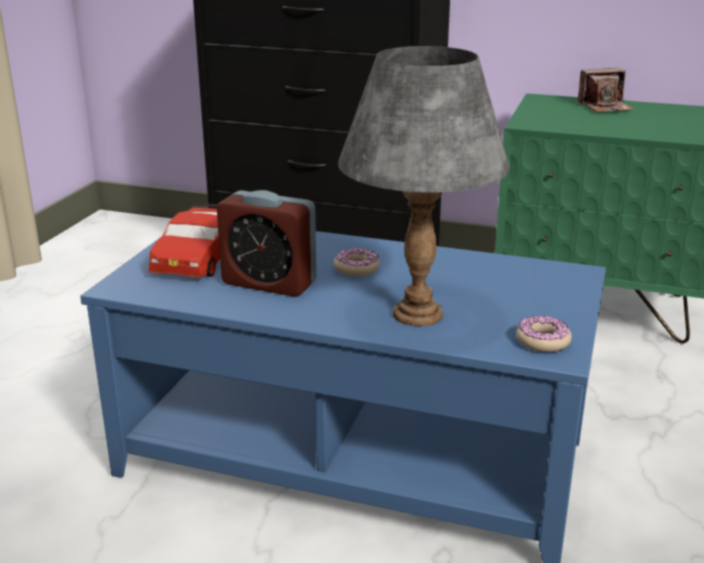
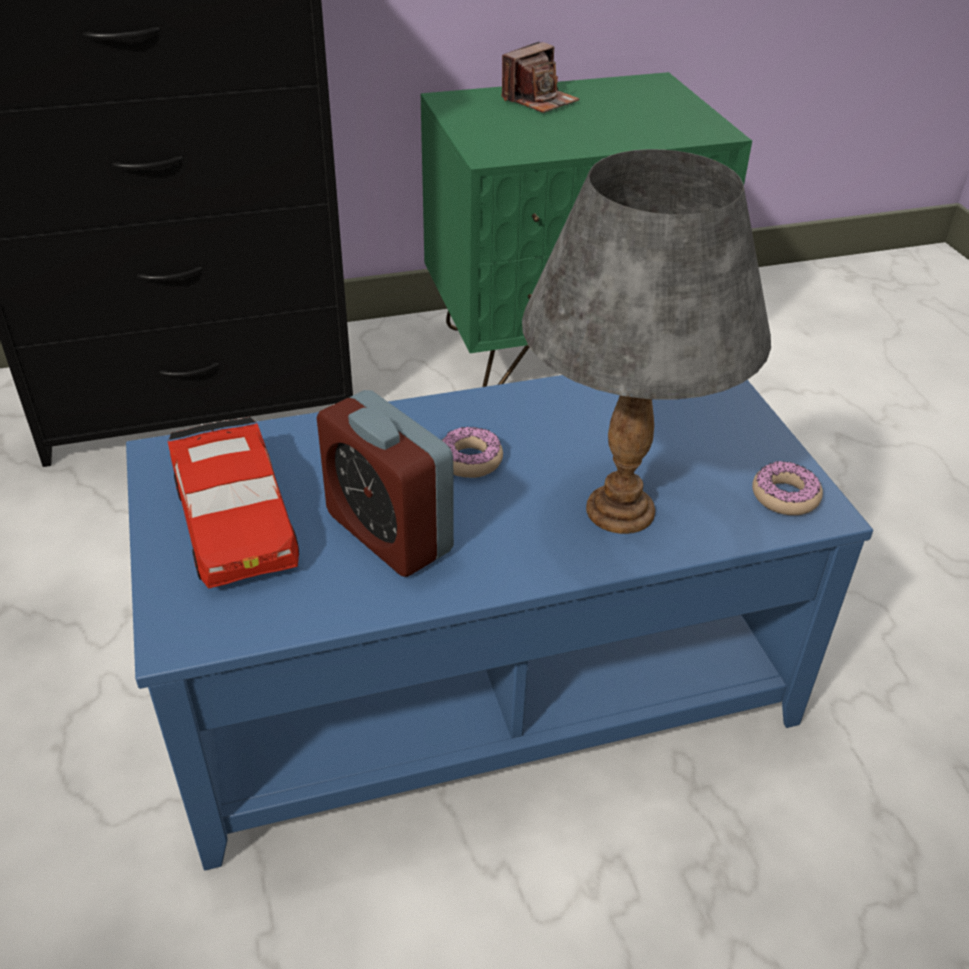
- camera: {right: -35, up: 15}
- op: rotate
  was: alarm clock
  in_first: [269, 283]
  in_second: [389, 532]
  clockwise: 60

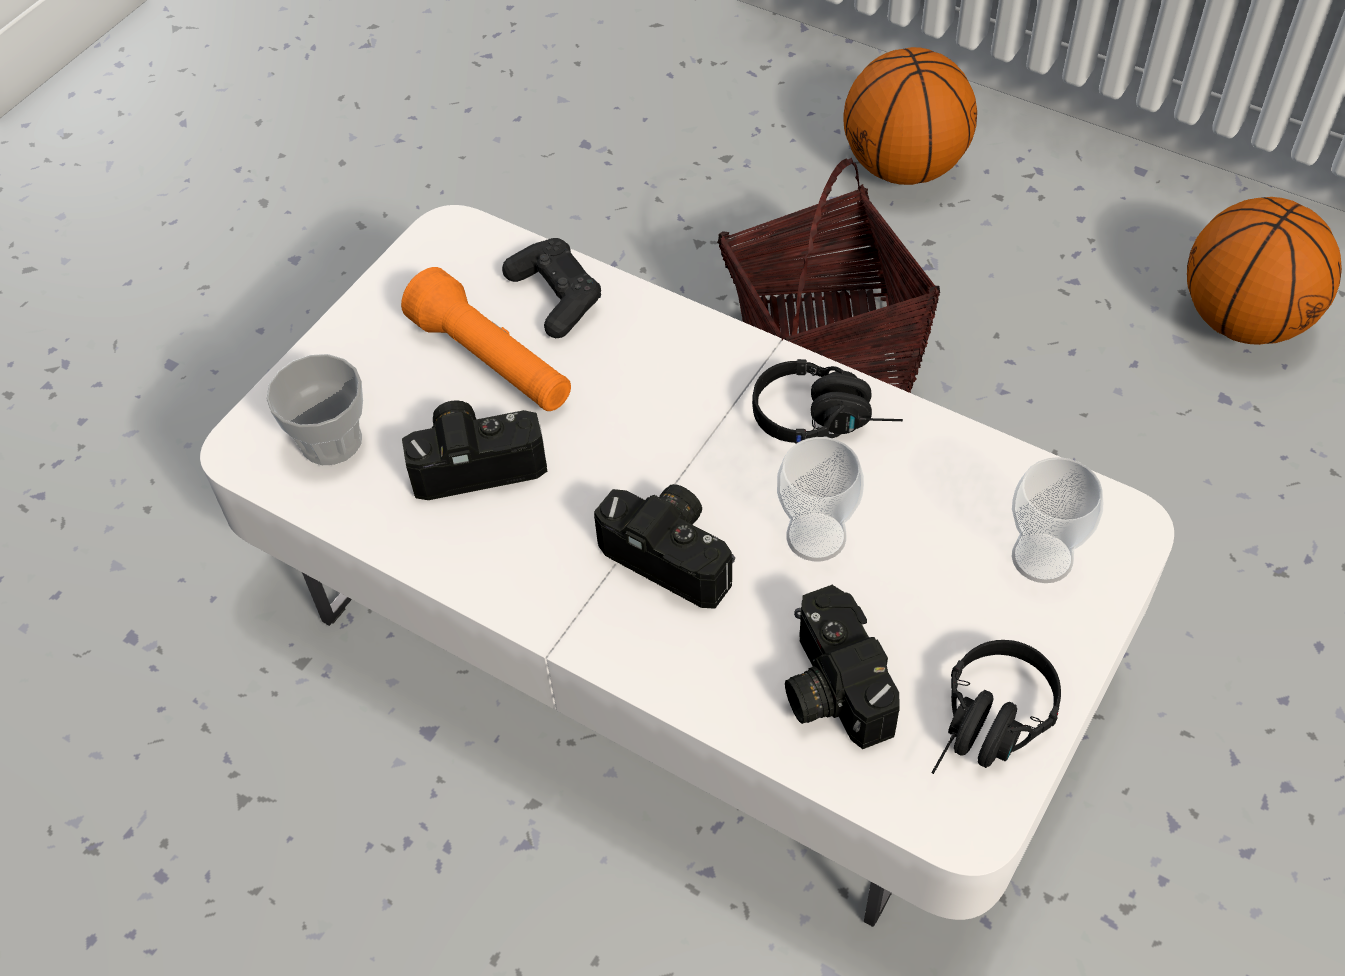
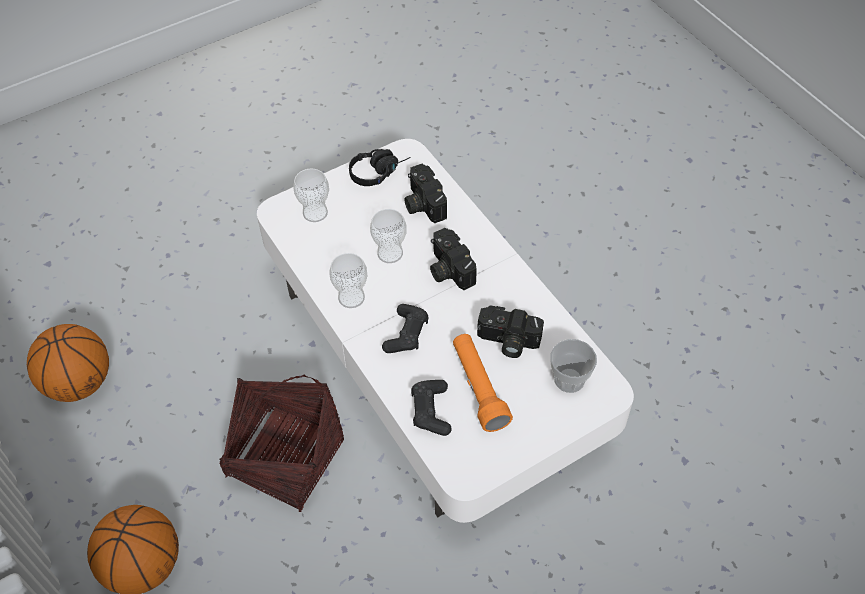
- camera: {right: -155, up: 0}
- op: insert
  now: game controller in black
  in_second: [406, 334]
- op: replace
  was: headphones in black
  now: cup
  in_first: [825, 418]
  in_second: [351, 297]
- op: rotate
  was: photo camera
  in_first: [829, 687]
  in_second: [422, 203]
  clockwise: 150

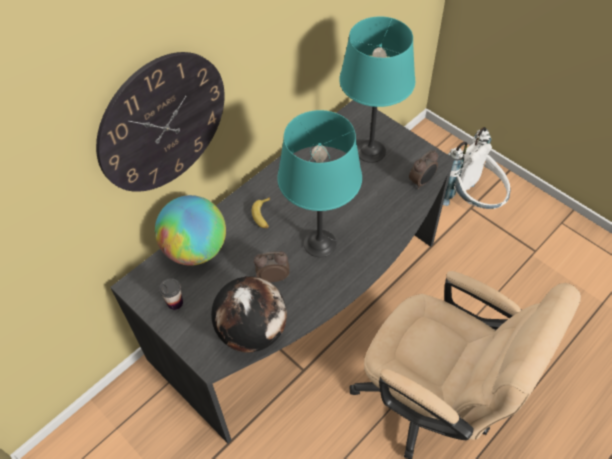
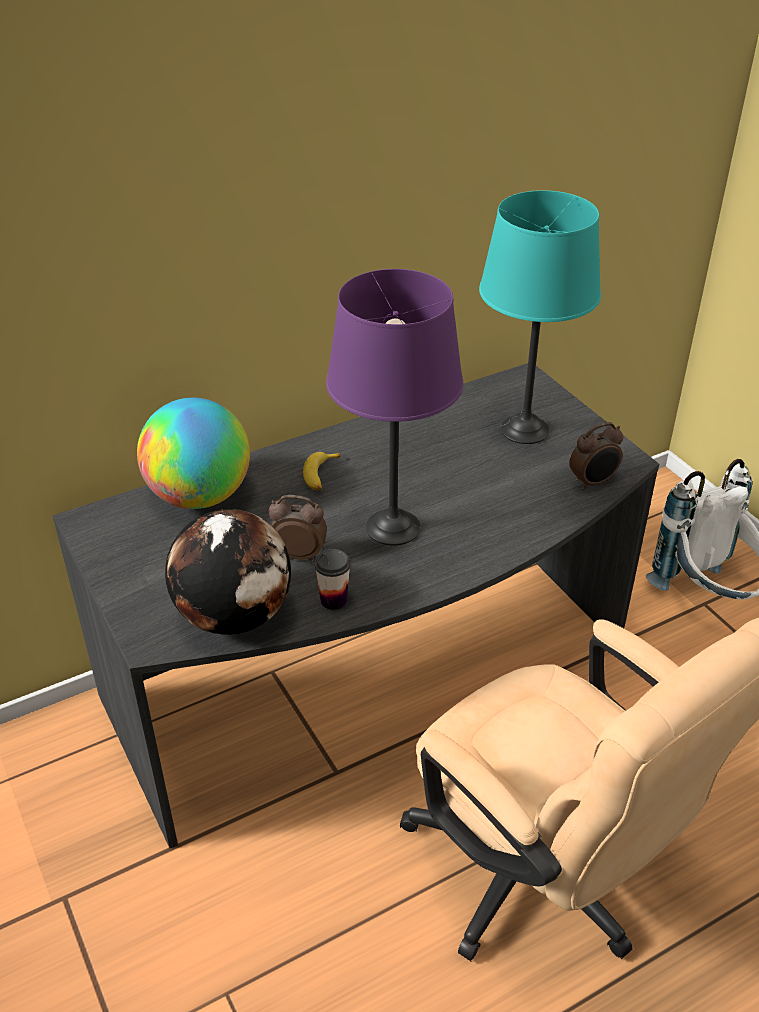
- camera: {right: 15, up: -15}
- op: delete
  was: wall clock
  in_first: [163, 123]
- op: move
  was: cup
  in_first: [175, 303]
  in_second: [333, 600]
- op: recolor
  was: table lamp in turquoise
  now: table lamp in purple
  in_first: [320, 244]
  in_second: [393, 528]

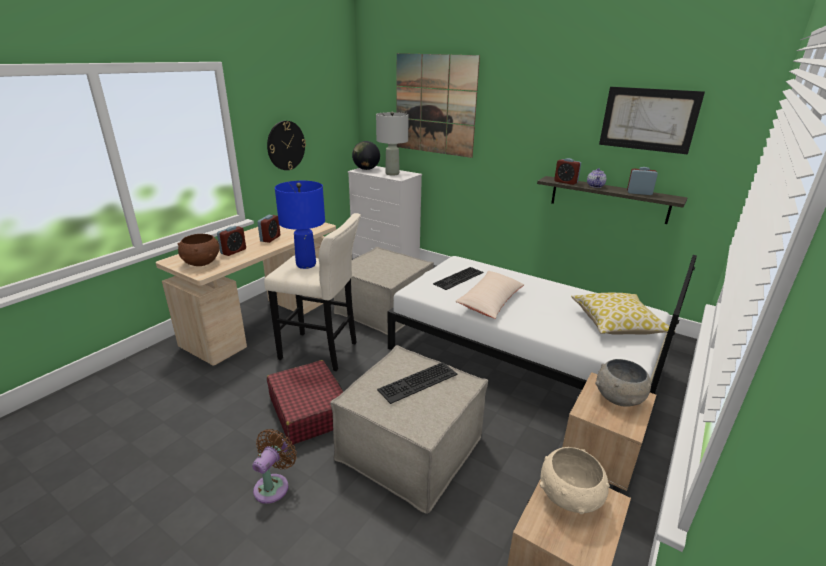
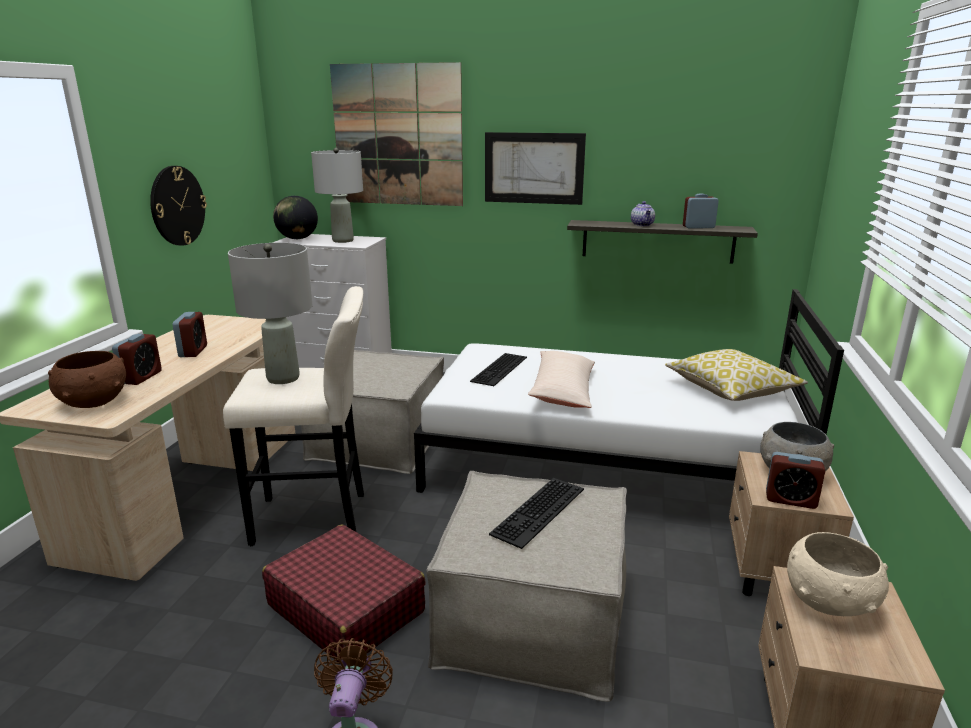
- camera: {right: -20, up: -5}
- op: move
  was: alarm clock
  in_first: [565, 182]
  in_second: [790, 500]
- op: move
  was: picture
  in_first: [648, 119]
  in_second: [533, 168]
- op: recolor
  was: table lamp in blue
  now: table lamp in grey
  in_first: [306, 265]
  in_second: [283, 378]

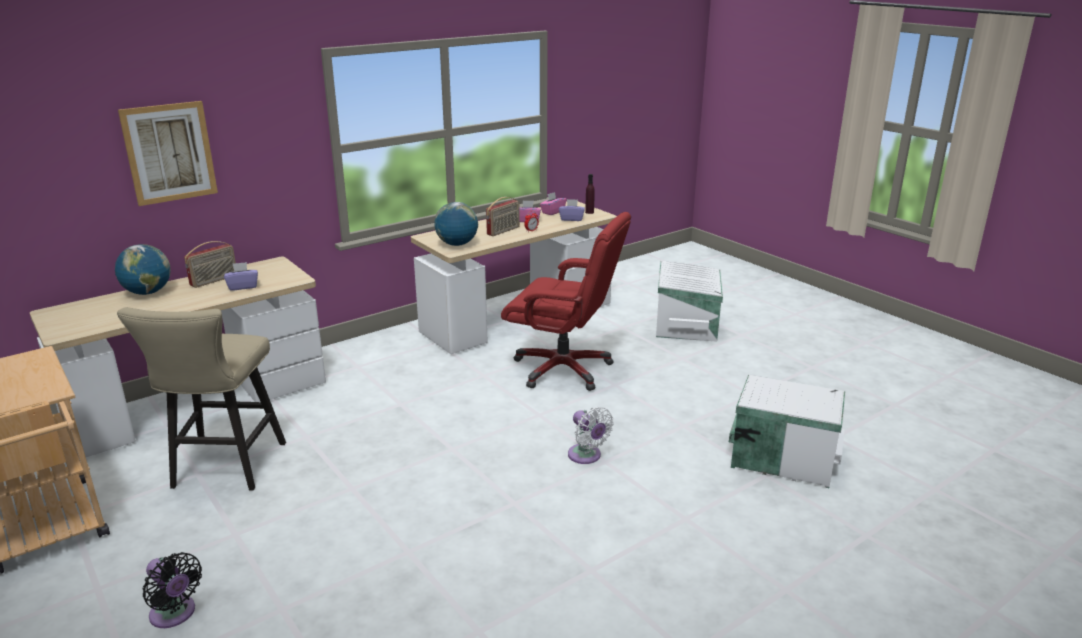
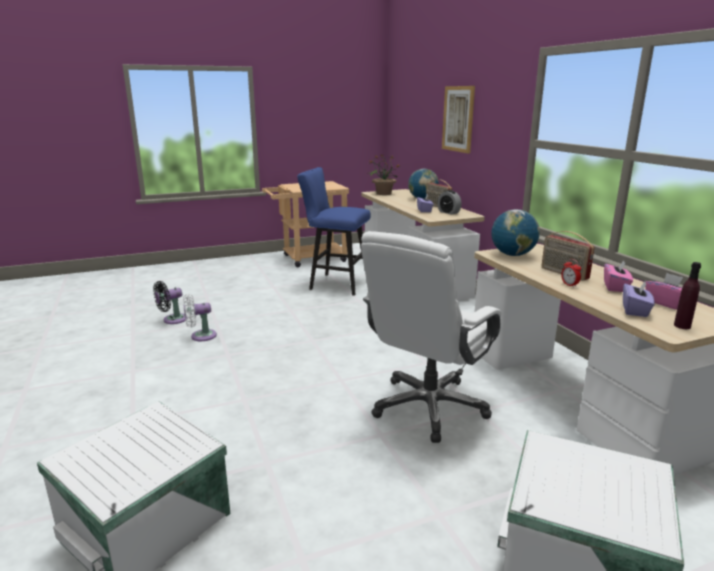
- camera: {right: 105, up: -5}
- op: insert
  now: potted plant
  in_second: [383, 193]
- op: insert
  now: alarm clock
  in_second: [448, 212]
- op: move
  was: fan in black
  in_first: [175, 614]
  in_second: [172, 320]
- op: move
  was: fan in white
  in_first: [586, 456]
  in_second: [200, 336]
- op: recolor
  was: stool in beige
  now: stool in blue
  in_first: [225, 469]
  in_second: [335, 283]
- op: recolor
  was: office chair in red
  now: office chair in white
  in_first: [564, 369]
  in_second: [429, 407]

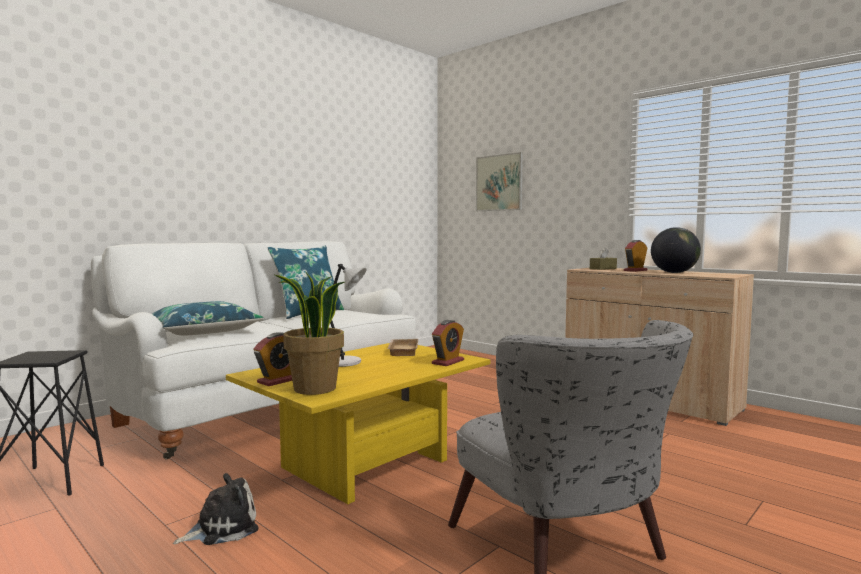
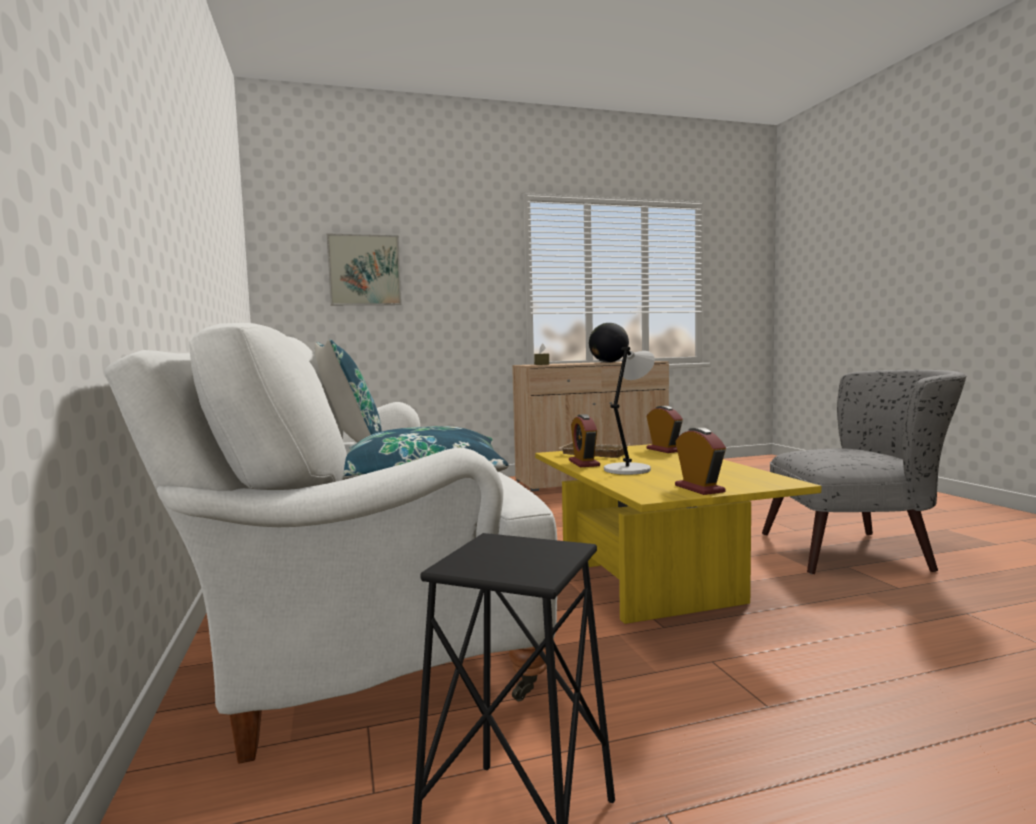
- camera: {right: -60, up: 0}
- op: delete
  was: plush toy
  in_first: [222, 527]
- op: delete
  was: potted plant
  in_first: [314, 389]
- op: move
  was: alarm clock
  in_first: [635, 270]
  in_second: [584, 463]

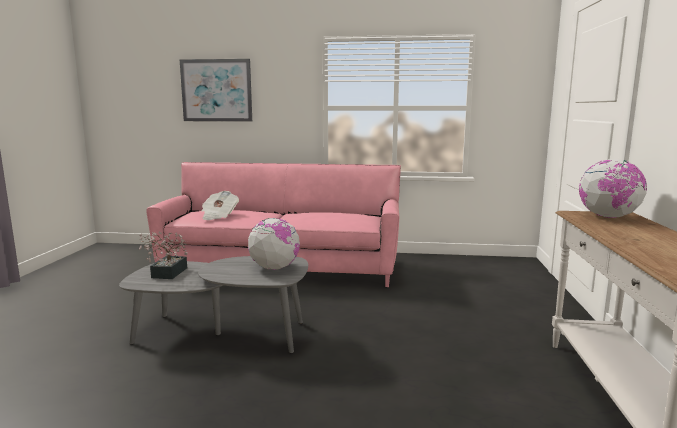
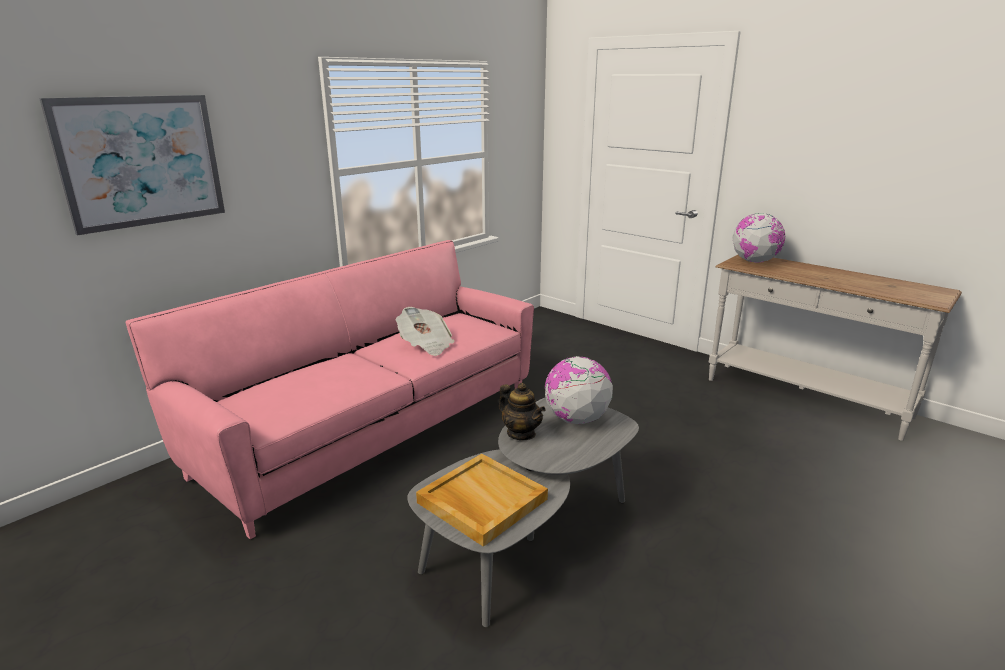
- camera: {right: -55, up: 10}
- op: insert
  now: teapot
  in_second: [521, 433]
- op: move
  was: newspaper
  in_first: [219, 216]
  in_second: [426, 345]
- op: replace
  was: potted plant
  now: tray in beige
  in_first: [167, 274]
  in_second: [481, 501]

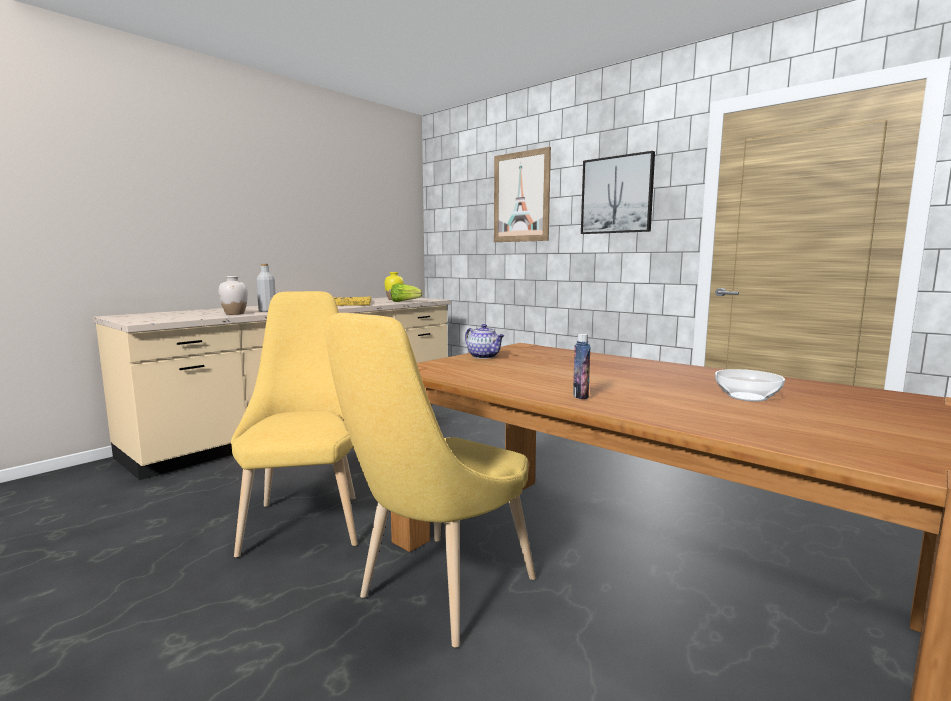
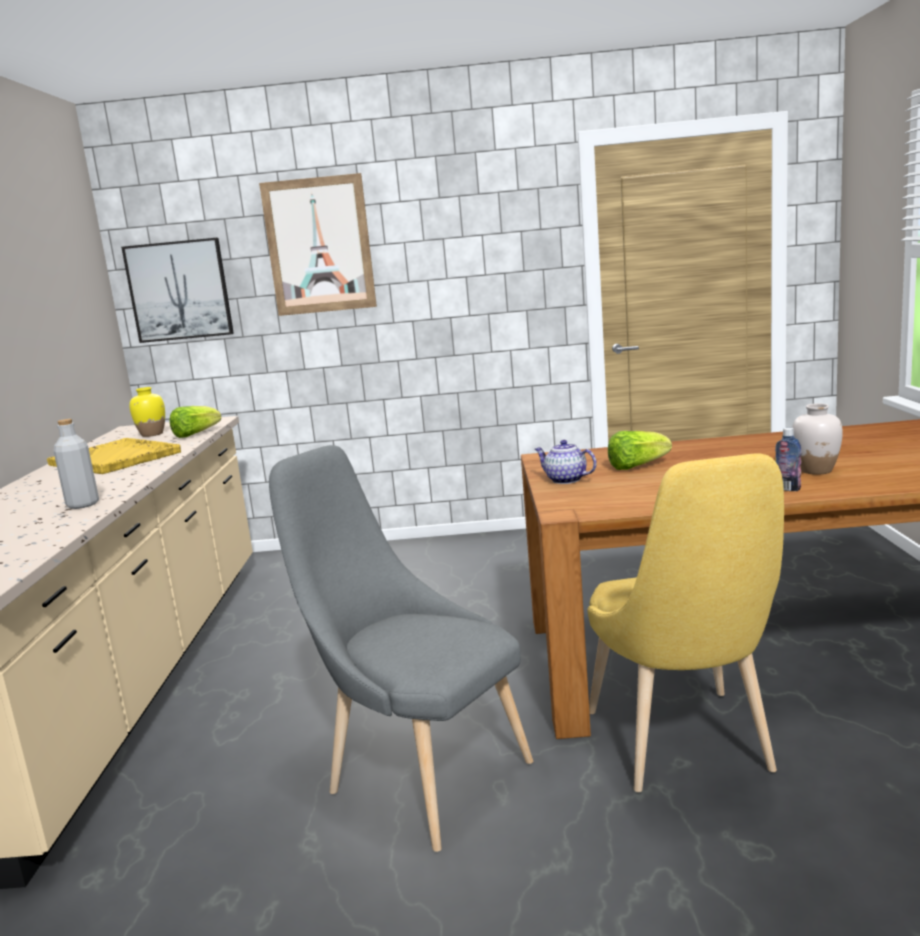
- camera: {right: -40, up: 5}
- op: delete
  was: bowl
  in_first: [746, 397]
- op: insert
  now: lettuce
  in_second: [637, 466]
- op: move
  was: vase in white
  in_first: [235, 314]
  in_second: [816, 470]
- op: move
  was: picture
  in_first: [617, 195]
  in_second: [179, 290]
- op: recolor
  was: chair in yellow
  now: chair in grey
  in_first: [306, 519]
  in_second: [419, 775]
- op: rotate
  was: teapot
  in_first: [484, 356]
  in_second: [565, 480]
  clockwise: -150

